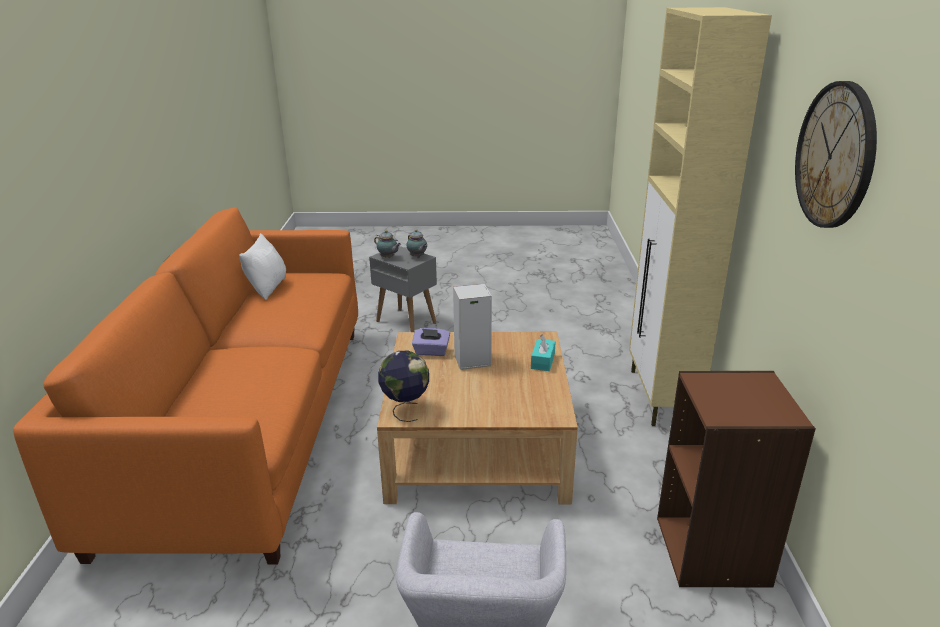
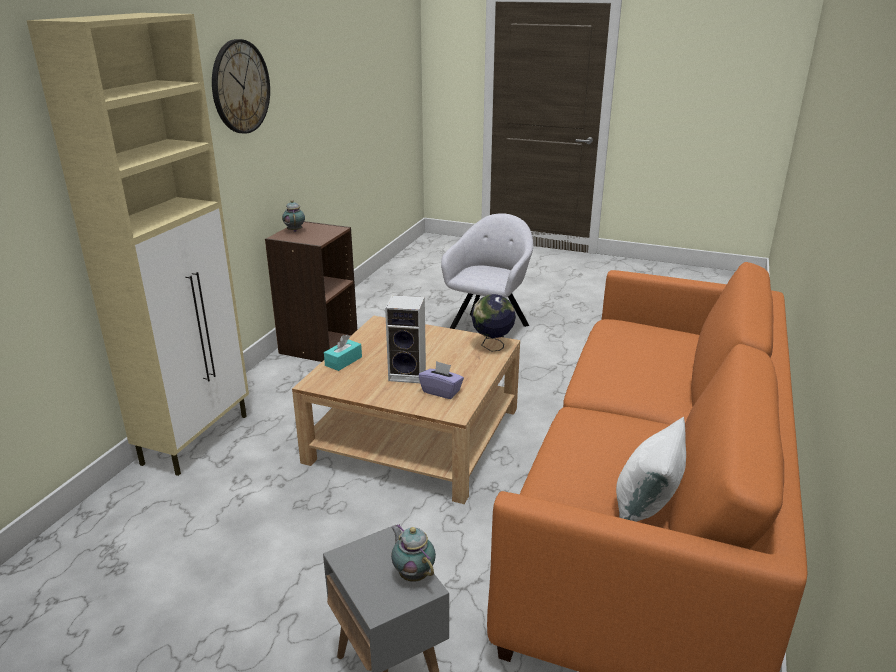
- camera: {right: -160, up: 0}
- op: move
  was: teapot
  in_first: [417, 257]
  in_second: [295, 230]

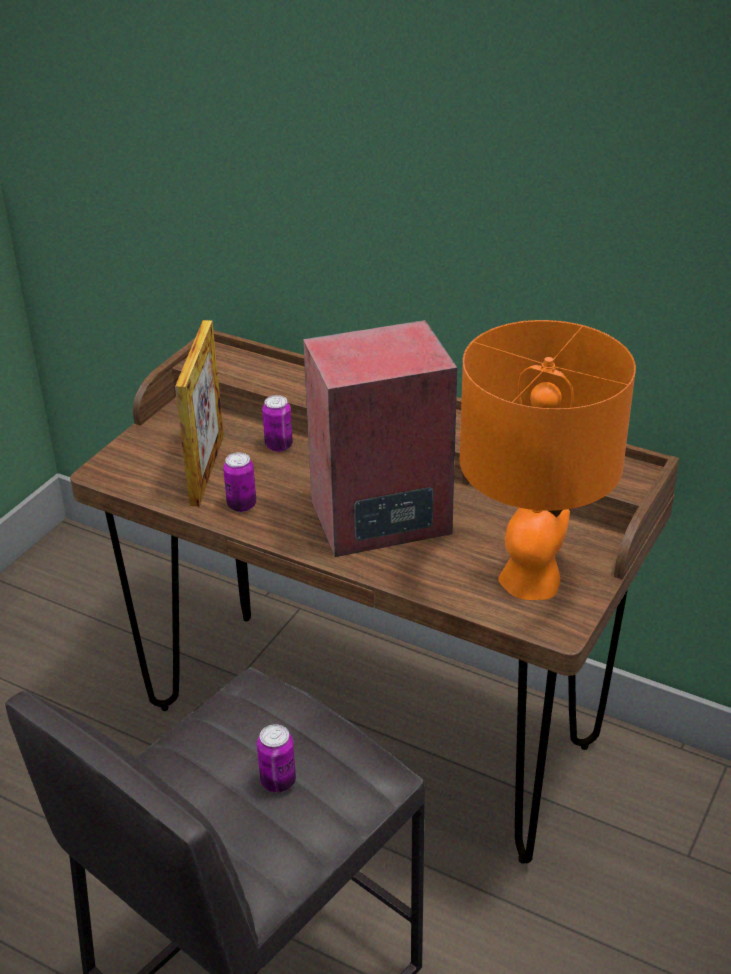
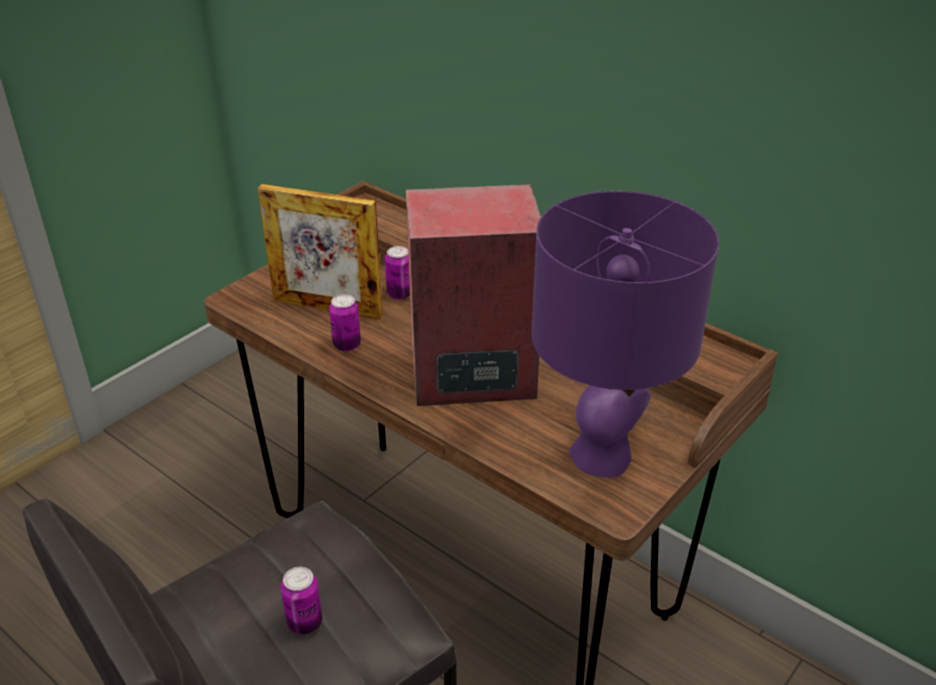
- camera: {right: 10, up: 0}
- op: recolor
  was: table lamp in orange
  now: table lamp in purple
  in_first: [531, 579]
  in_second: [602, 454]
- op: rotate
  was: picture frame
  in_first: [207, 469]
  in_second: [327, 307]
  clockwise: 90

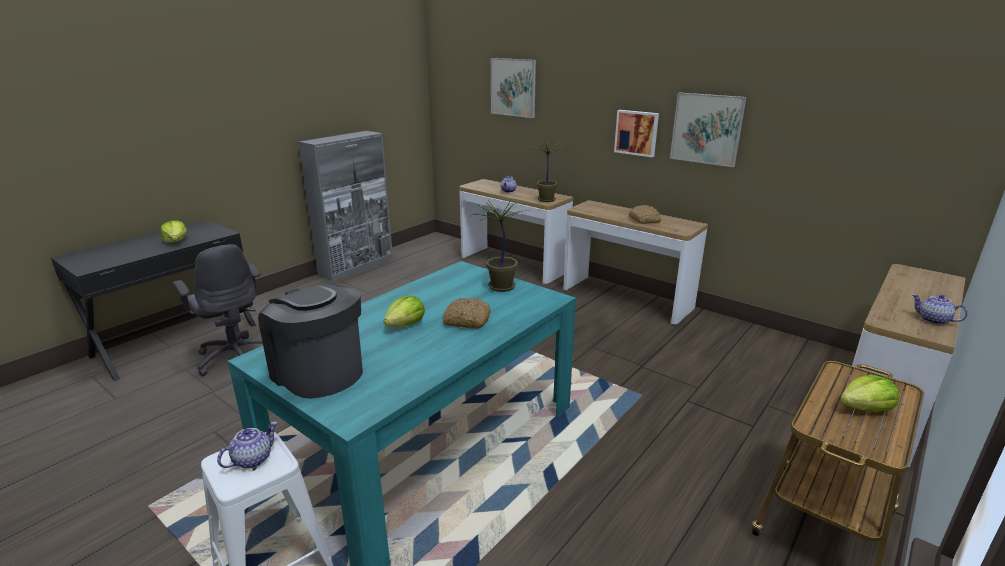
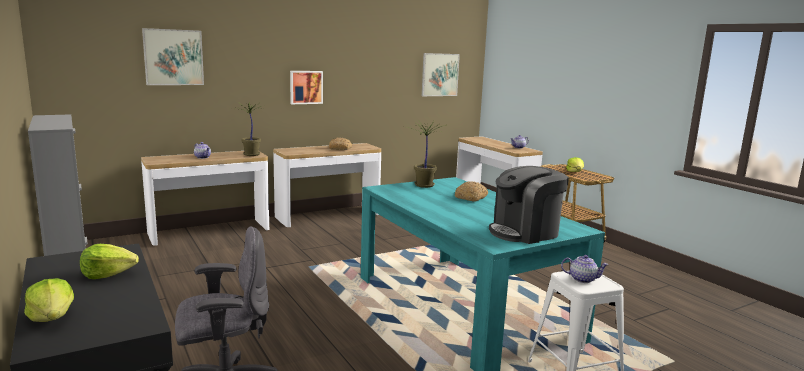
- camera: {right: -70, up: -10}
- op: move
  was: lettuce
  in_first: [405, 324]
  in_second: [52, 317]
- op: move
  was: picture
  in_first: [706, 129]
  in_second: [440, 74]
- op: rotate
  was: teapot
  in_first: [252, 459]
  in_second: [583, 279]
  clockwise: 135

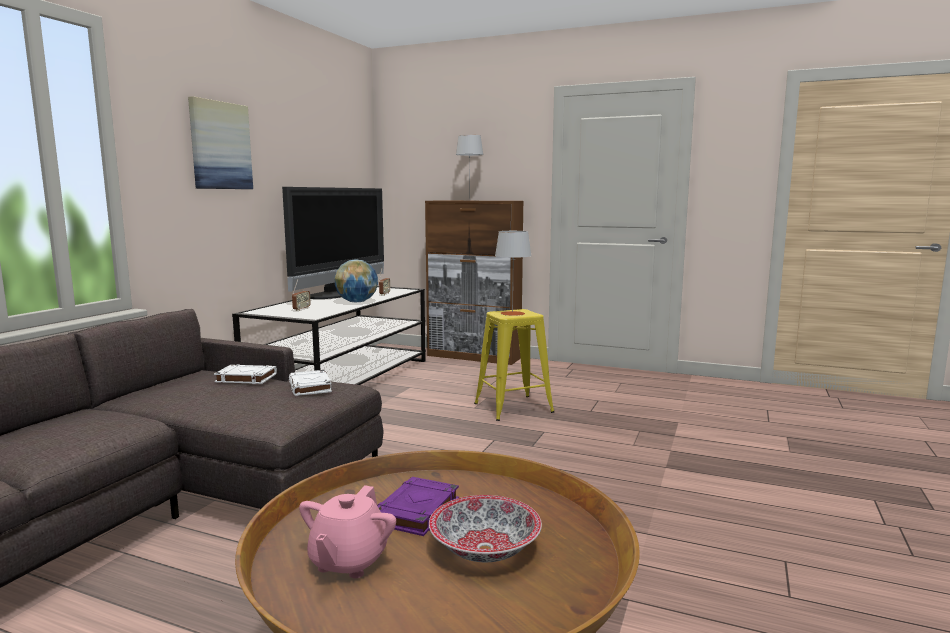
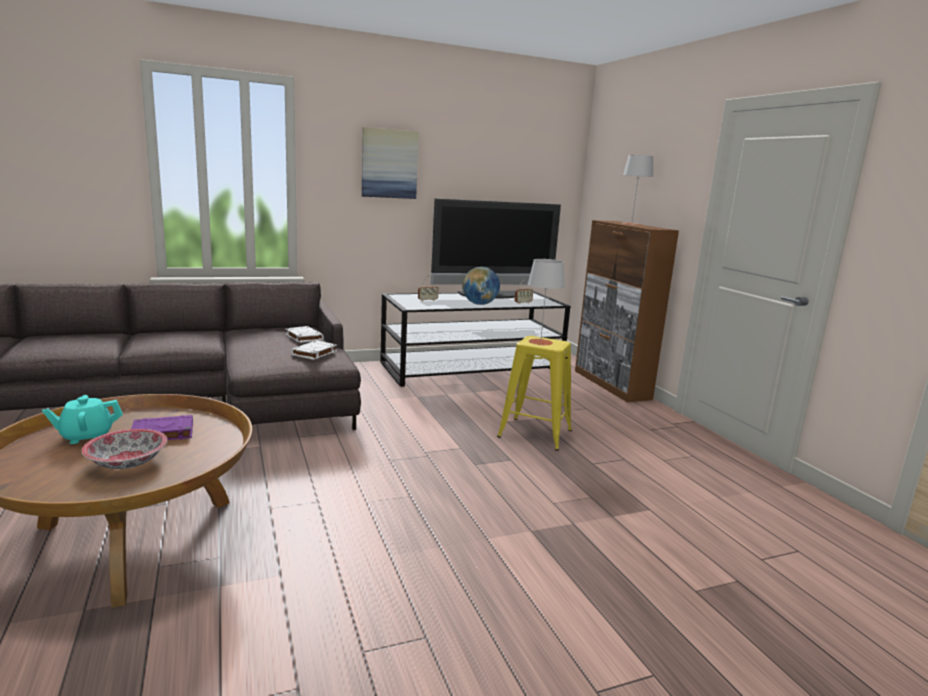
- camera: {right: 45, up: 5}
- op: recolor
  was: teapot in pink
  now: teapot in turquoise
  in_first: [348, 561]
  in_second: [86, 436]

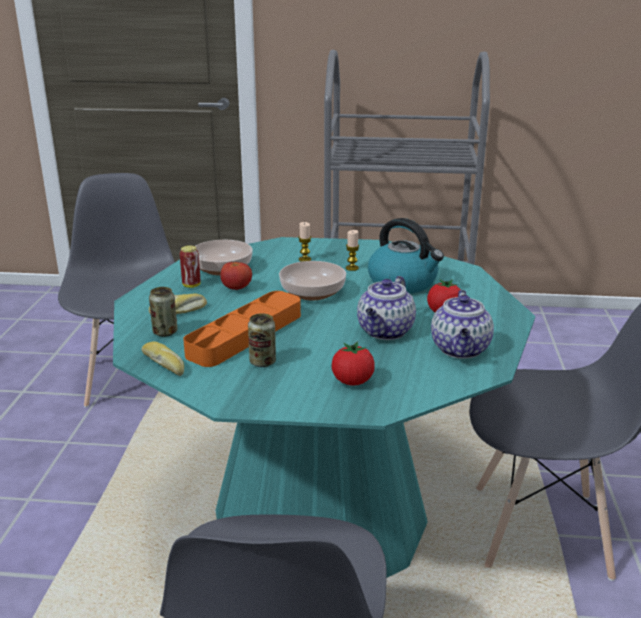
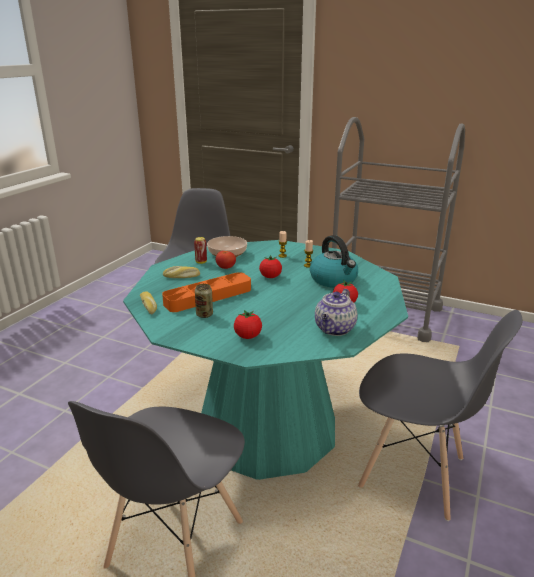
- camera: {right: 20, up: 0}
- op: delete
  was: can
  in_first: [165, 332]
- op: delete
  was: teapot
  in_first: [385, 332]
- op: replace
  was: bowl
  now: tomato
  in_first: [313, 292]
  in_second: [270, 277]

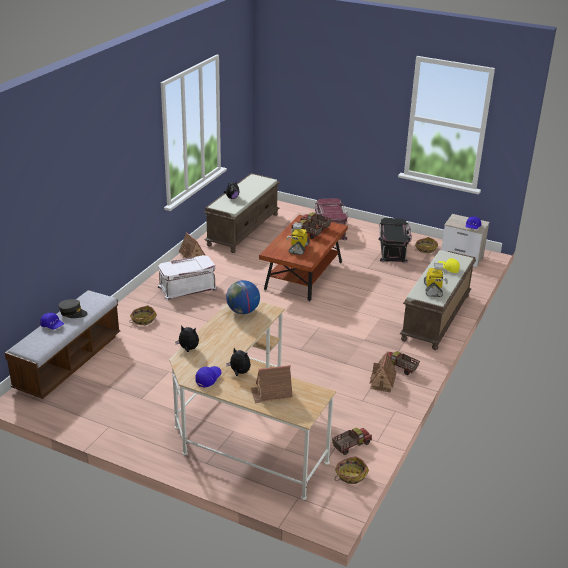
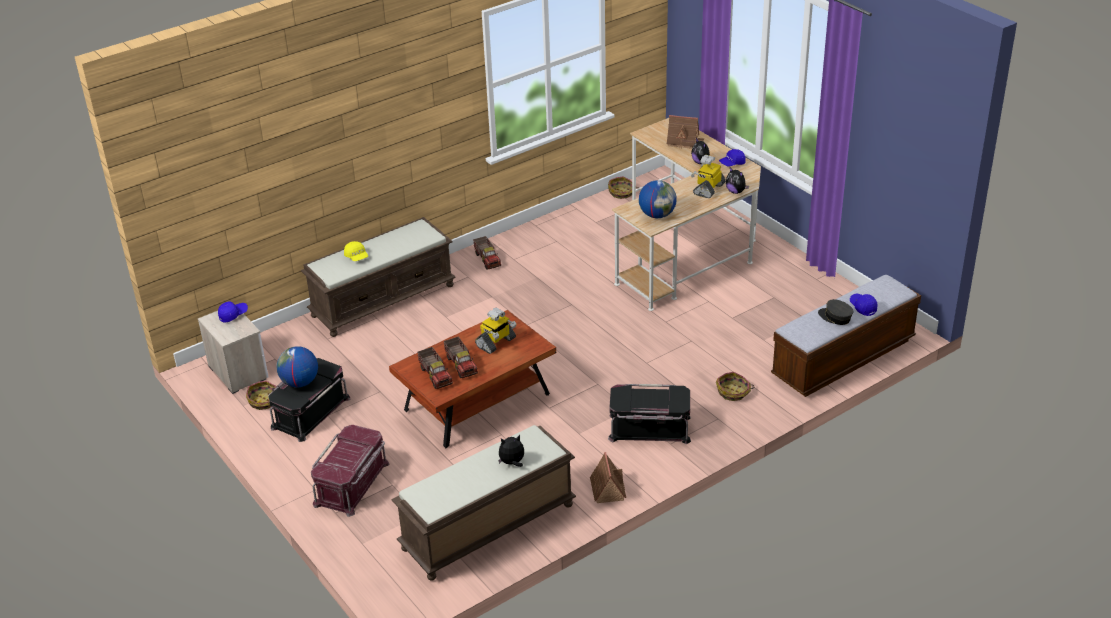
- camera: {right: -150, up: 5}
- op: delete
  was: toy truck
  in_first: [351, 445]
- op: delete
  was: toy house
  in_first: [382, 381]
- op: insert
  now: globe
  in_second: [300, 382]
- op: move
  was: toy robot
  in_first: [433, 290]
  in_second: [708, 189]
- op: recolor
  was: storage box in white
  now: storage box in black
  in_first: [187, 287]
  in_second: [649, 429]

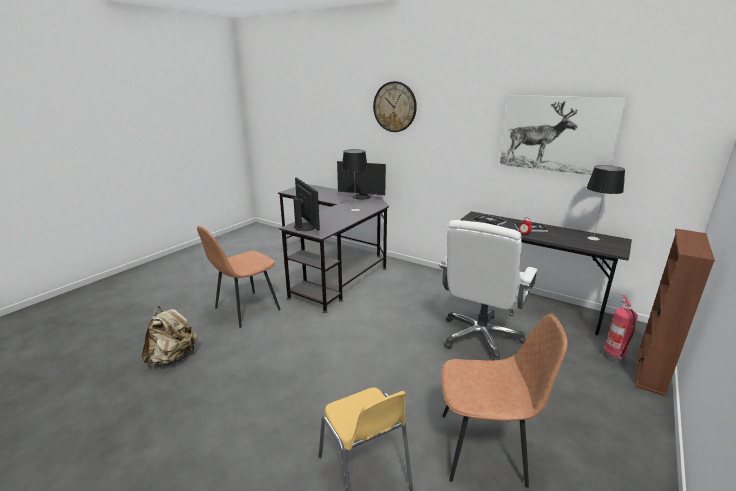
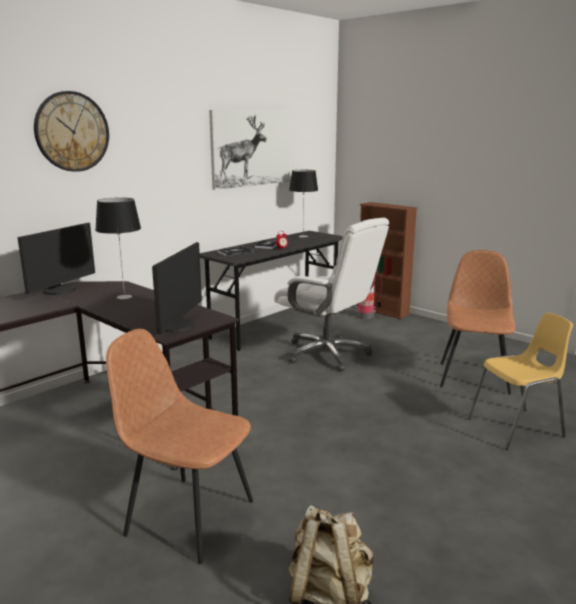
- camera: {right: -80, up: -5}
- op: rotate
  was: chair in brown
  in_first: [245, 309]
  in_second: [188, 516]
  clockwise: 150
- op: rotate
  was: monitor
  in_first: [306, 227]
  in_second: [177, 325]
  clockwise: 120

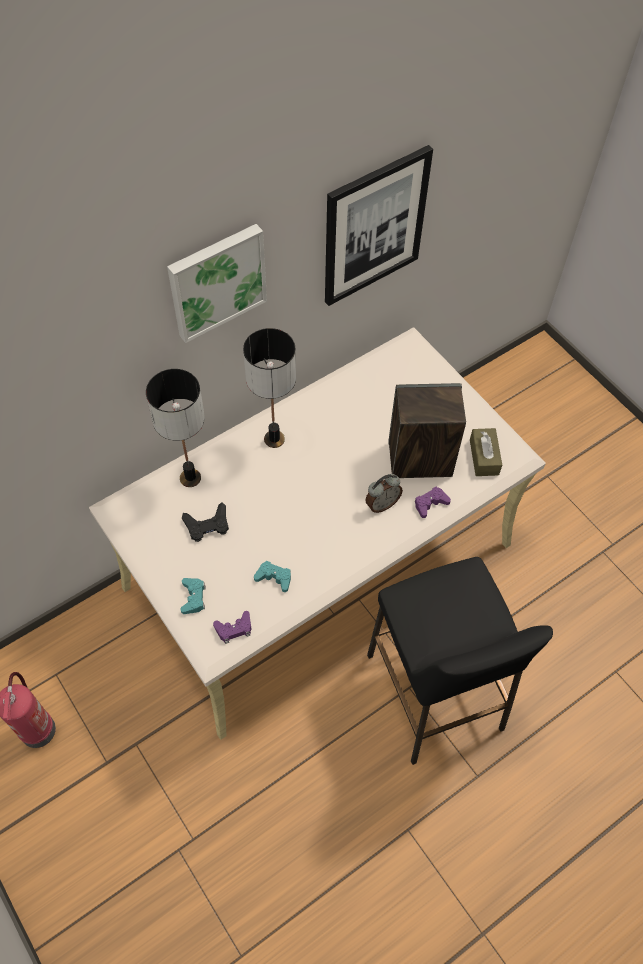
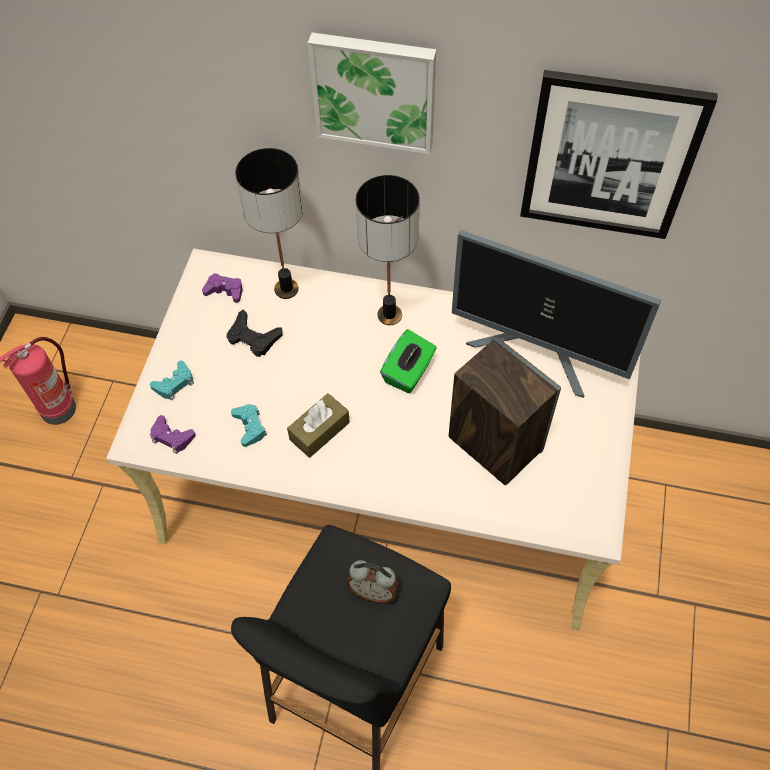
- camera: {right: 50, up: 0}
- op: insert
  now: tissue box in green
  in_second: [408, 372]
- op: insert
  now: monitor
  in_second: [538, 352]
- op: move
  was: alarm clock
  in_first: [381, 504]
  in_second: [373, 591]
- op: move
  was: game controller in purple
  in_first: [430, 504]
  in_second: [225, 291]
- op: move
  was: tissue box in brown
  in_first: [484, 457]
  in_second: [319, 431]

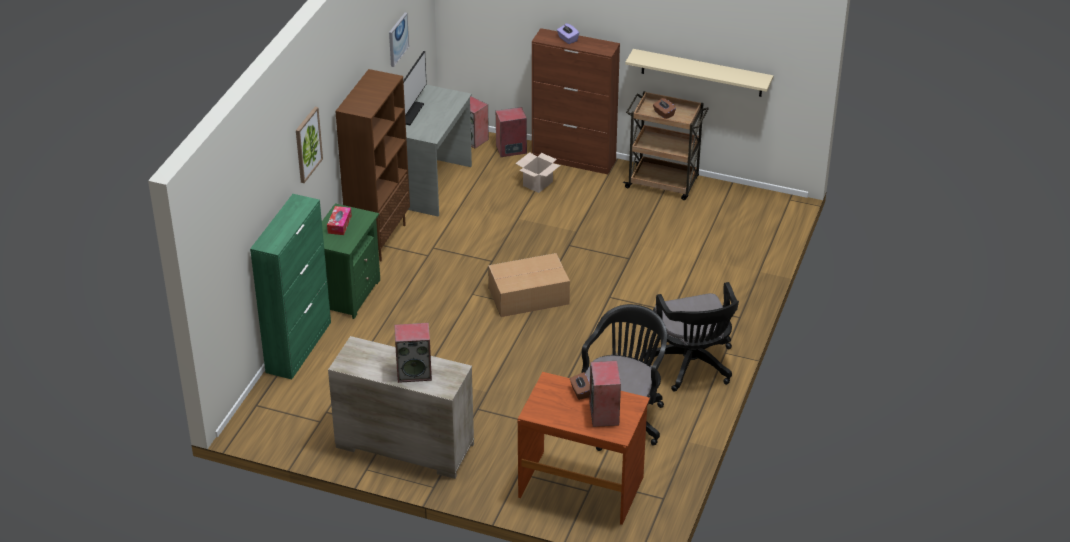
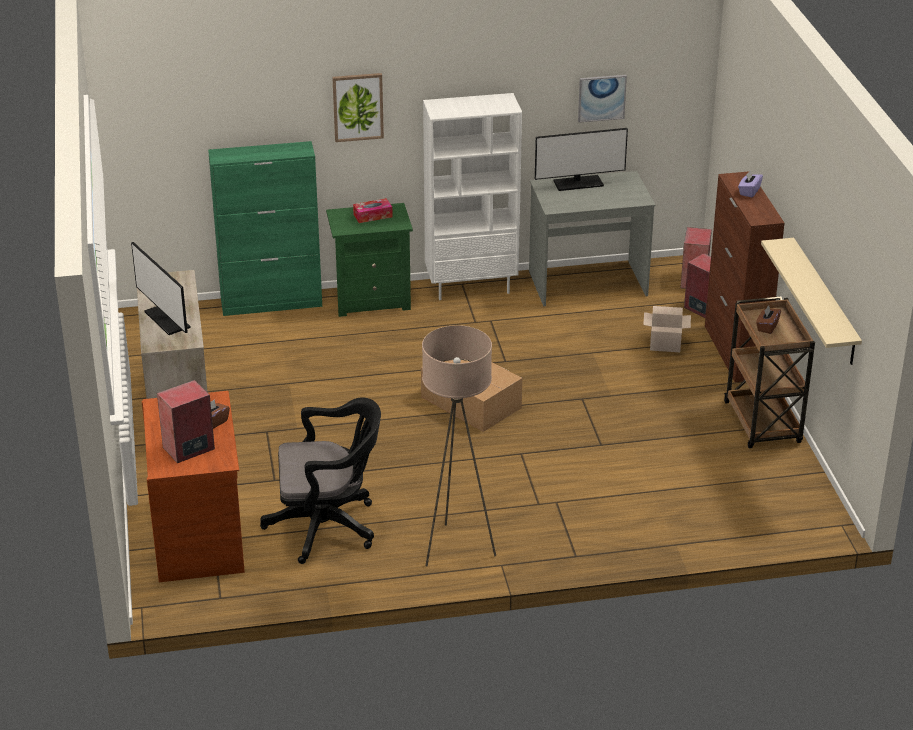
- camera: {right: 60, up: -5}
- op: replace
  was: speaker
  now: monitor
  in_first: [414, 372]
  in_second: [167, 319]
- op: replace
  was: office chair in black
  now: floor lamp in beige
  in_first: [692, 366]
  in_second: [456, 549]
- op: recolor
  was: bookcase in brown
  now: bookcase in white
  in_first: [379, 239]
  in_second: [471, 287]

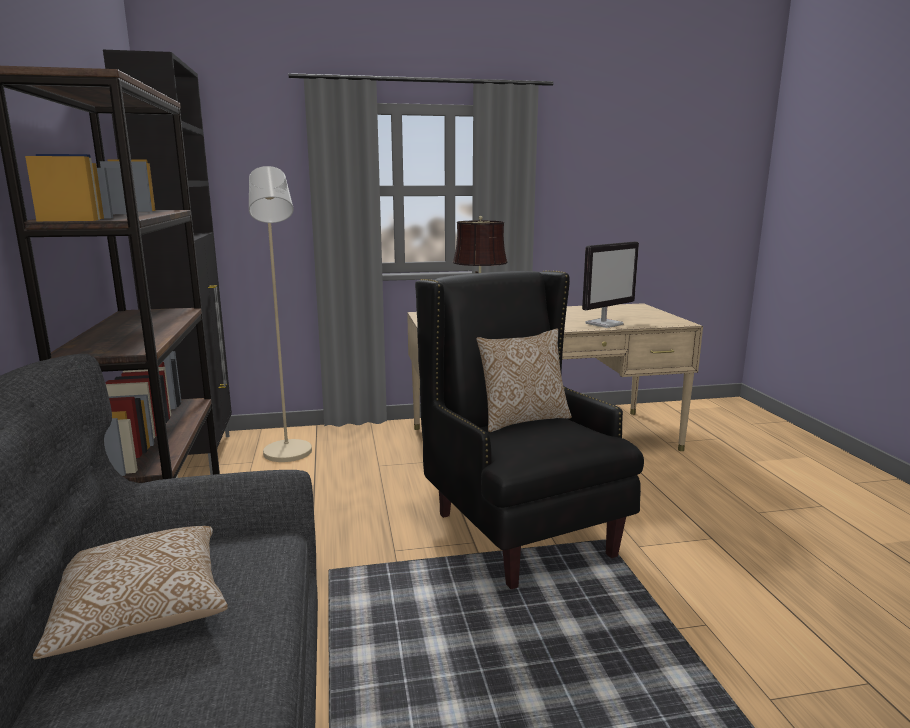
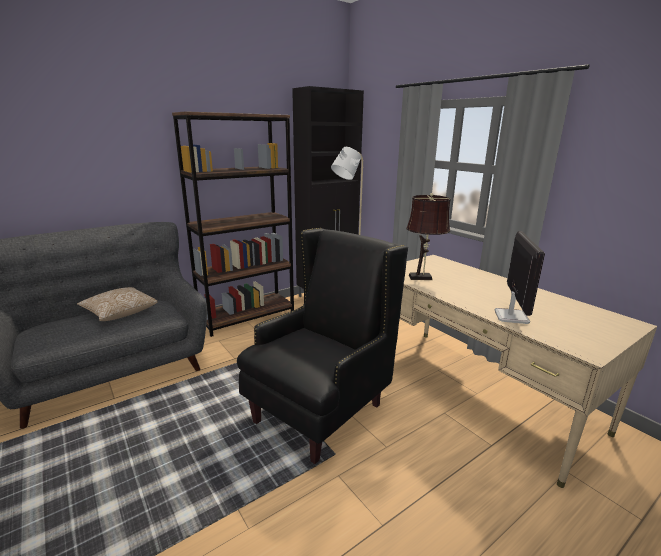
- camera: {right: 65, up: 5}
- op: delete
  was: pillow
  in_first: [522, 420]
- op: rotate
  was: monitor
  in_first: [604, 324]
  in_second: [511, 316]
  clockwise: -105

